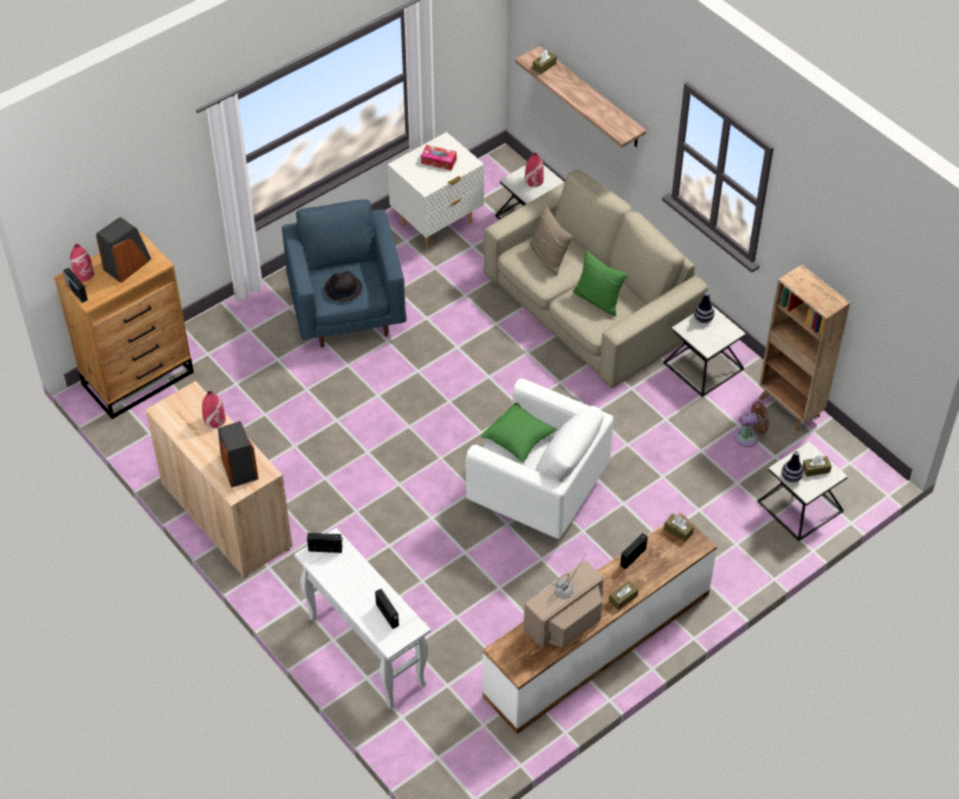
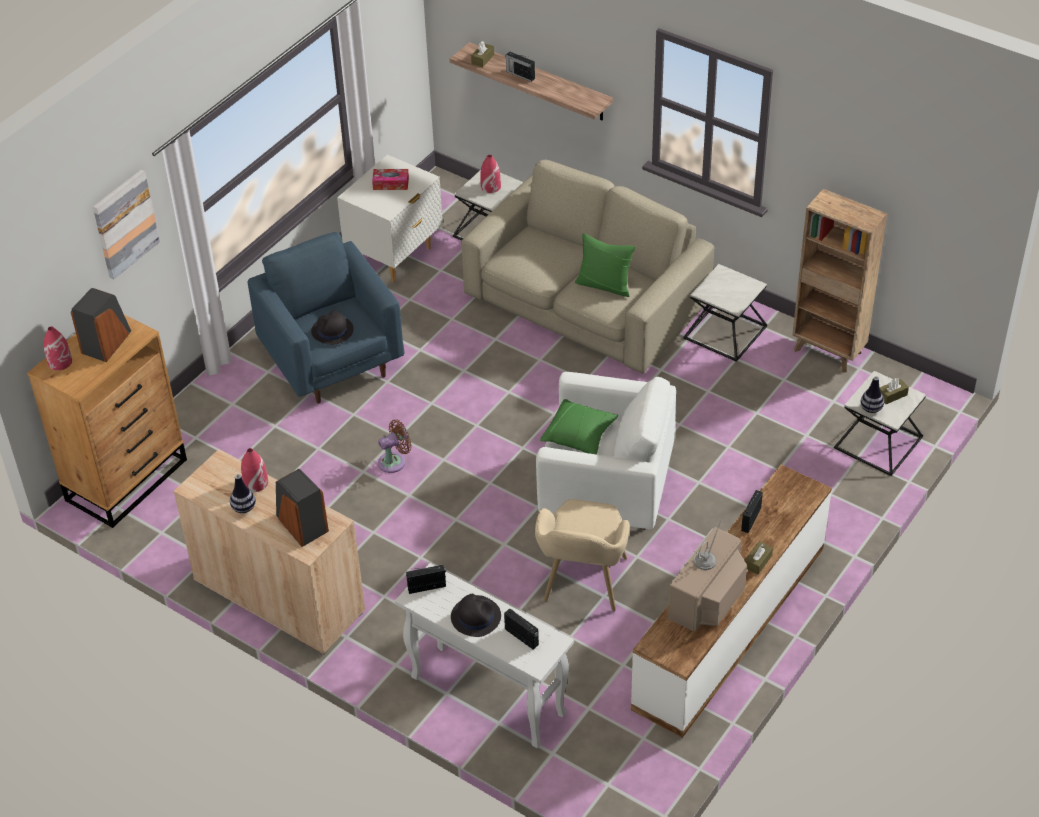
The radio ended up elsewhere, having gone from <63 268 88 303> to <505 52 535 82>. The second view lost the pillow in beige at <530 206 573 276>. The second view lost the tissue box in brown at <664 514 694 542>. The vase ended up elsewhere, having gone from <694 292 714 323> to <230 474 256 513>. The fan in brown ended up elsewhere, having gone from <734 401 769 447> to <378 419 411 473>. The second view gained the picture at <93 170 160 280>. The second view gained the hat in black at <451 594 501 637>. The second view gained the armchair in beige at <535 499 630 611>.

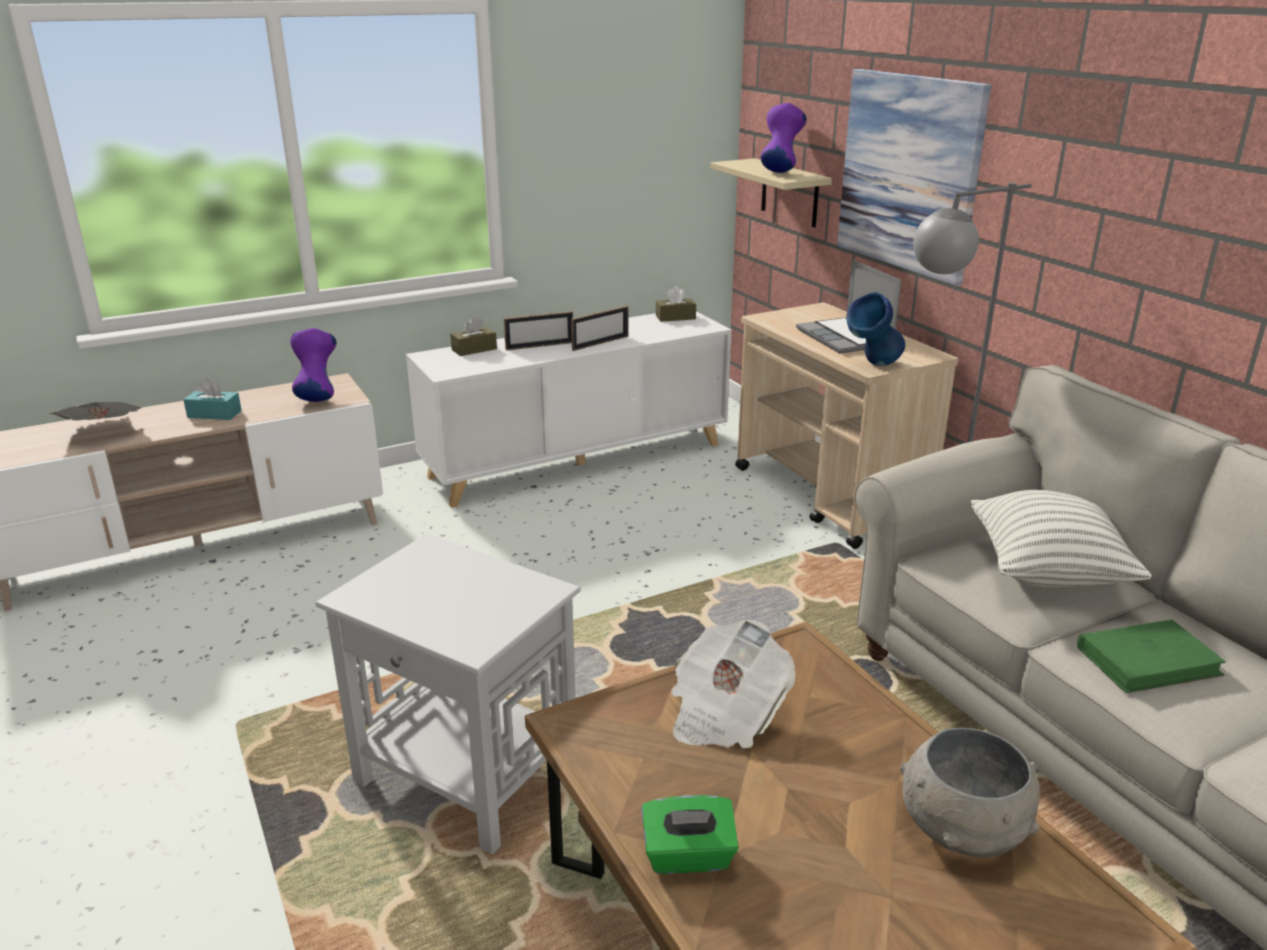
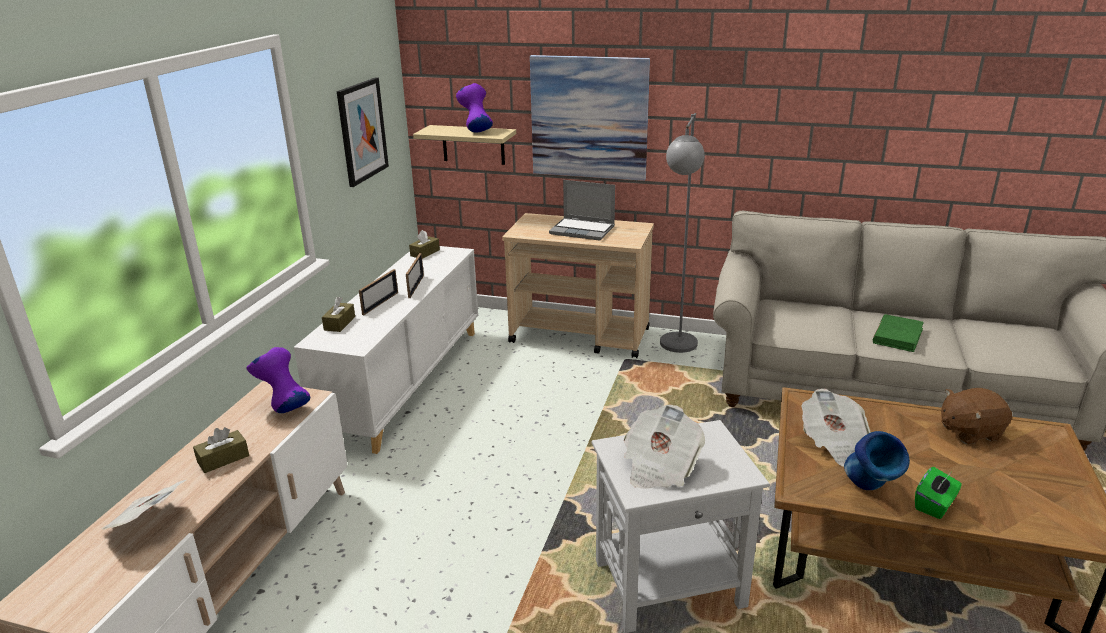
What was the tissue box in turquoise at <184 378 242 420> turned into the tissue box in brown at <193 427 249 473>. The vase in blue ended up elsewhere, having gone from <847 292 905 366> to <844 431 910 490>. Where the bowl in grey stood at <900 728 1040 857>, the plush toy in brown came to stand at <941 388 1012 445>. The second view lost the pillow at <970 490 1152 587>. The second view gained the picture at <337 78 389 187>. The second view gained the newspaper at <624 405 705 489>.

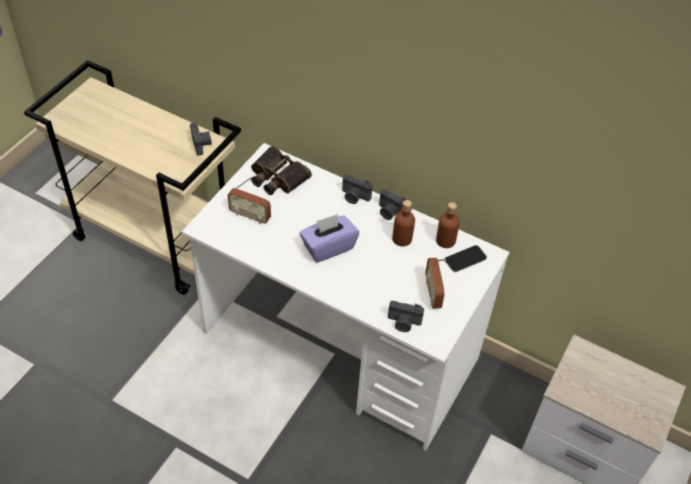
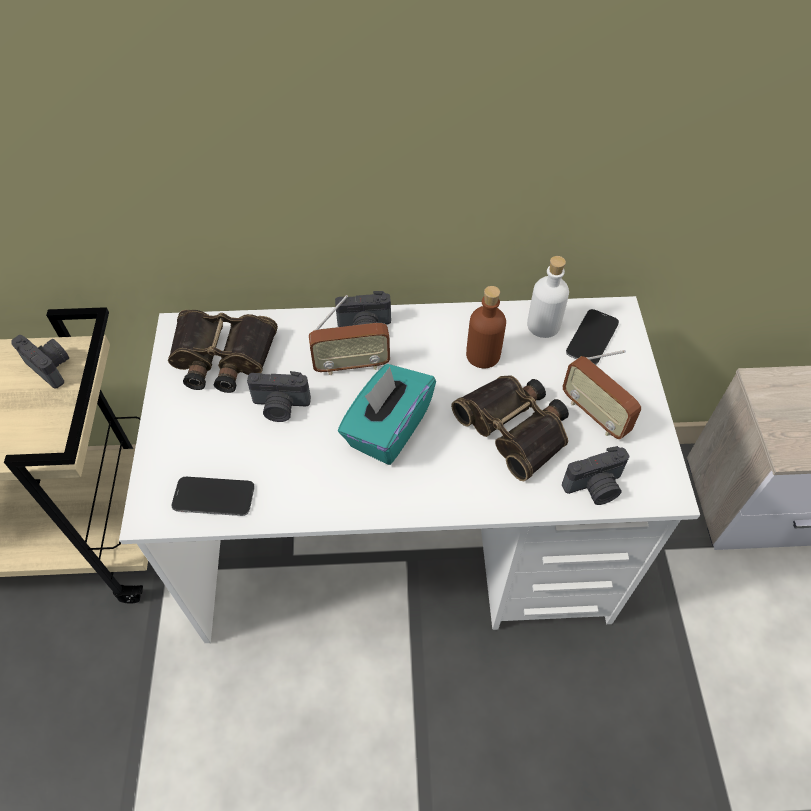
The radio ended up elsewhere, having gone from <228 177 271 224> to <309 295 390 375>. What was the tissue box in purple at <300 214 359 263> turned into the tissue box in turquoise at <338 364 436 465>. The photo camera ended up elsewhere, having gone from <379 189 407 220> to <247 371 311 422>. What was the bottle in brown at <436 202 460 248> turned into the bottle in white at <527 256 569 338>. The second view gained the phone at <172 477 255 516>. The second view gained the binoculars at <451 376 569 481>.

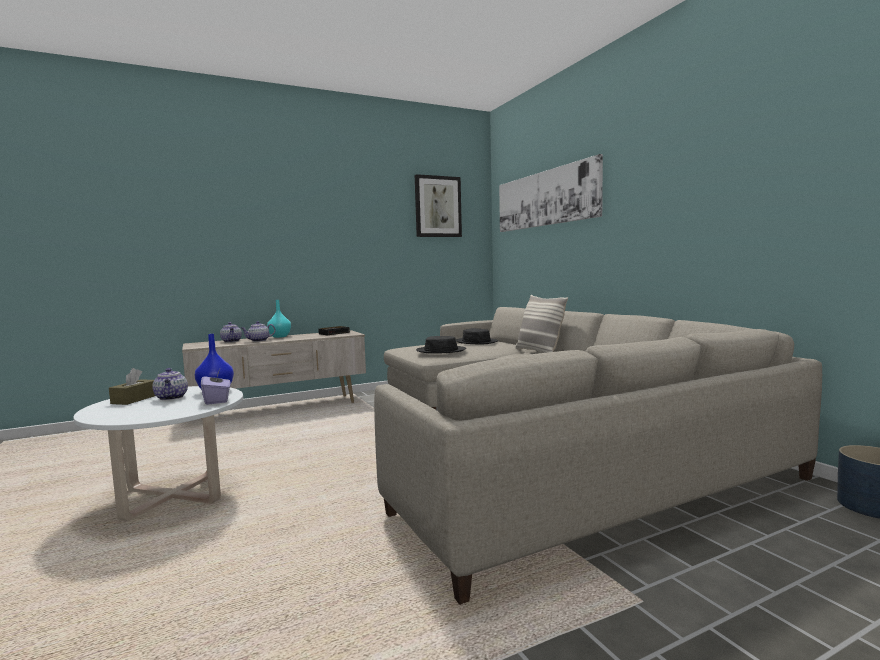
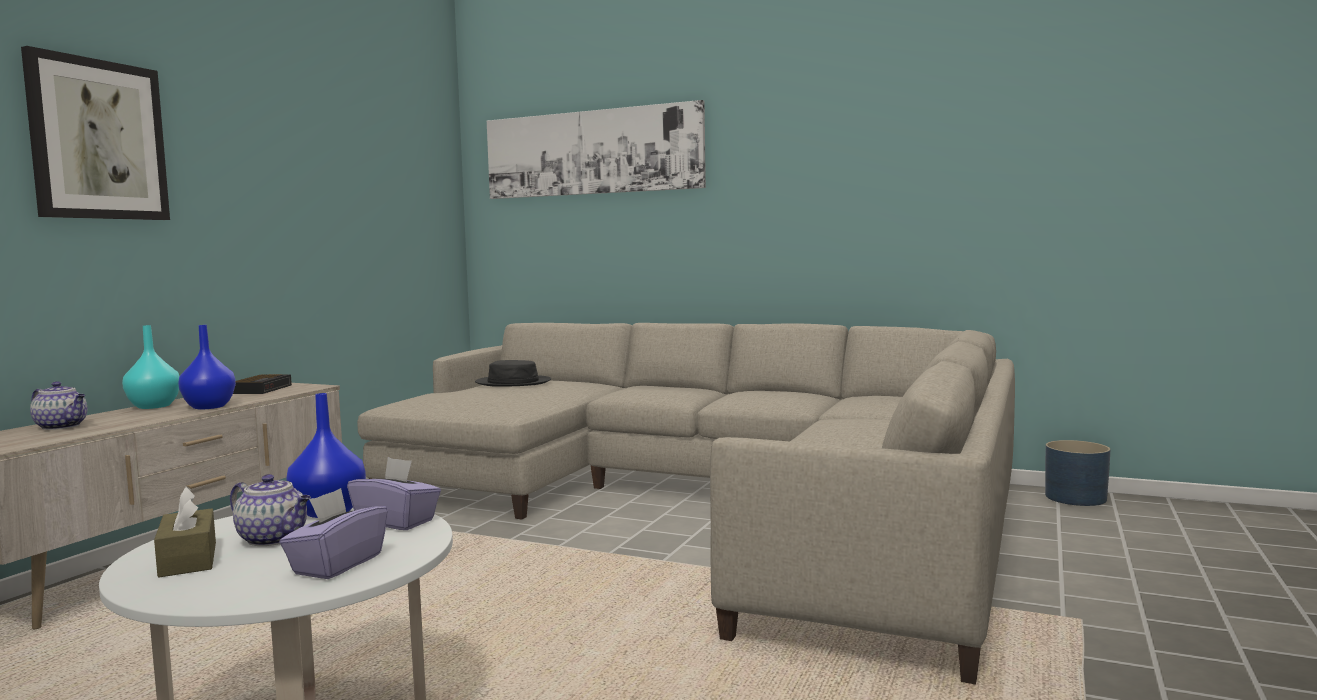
The second view lost the teapot at <241 321 275 342>. The picture ended up elsewhere, having gone from <415 174 462 237> to <21 46 170 220>. The second view lost the hat in black at <416 336 466 354>. The second view lost the pillow at <516 294 568 353>. The second view gained the vase in blue at <178 325 236 409>. The second view gained the tissue box in purple at <279 488 388 579>.

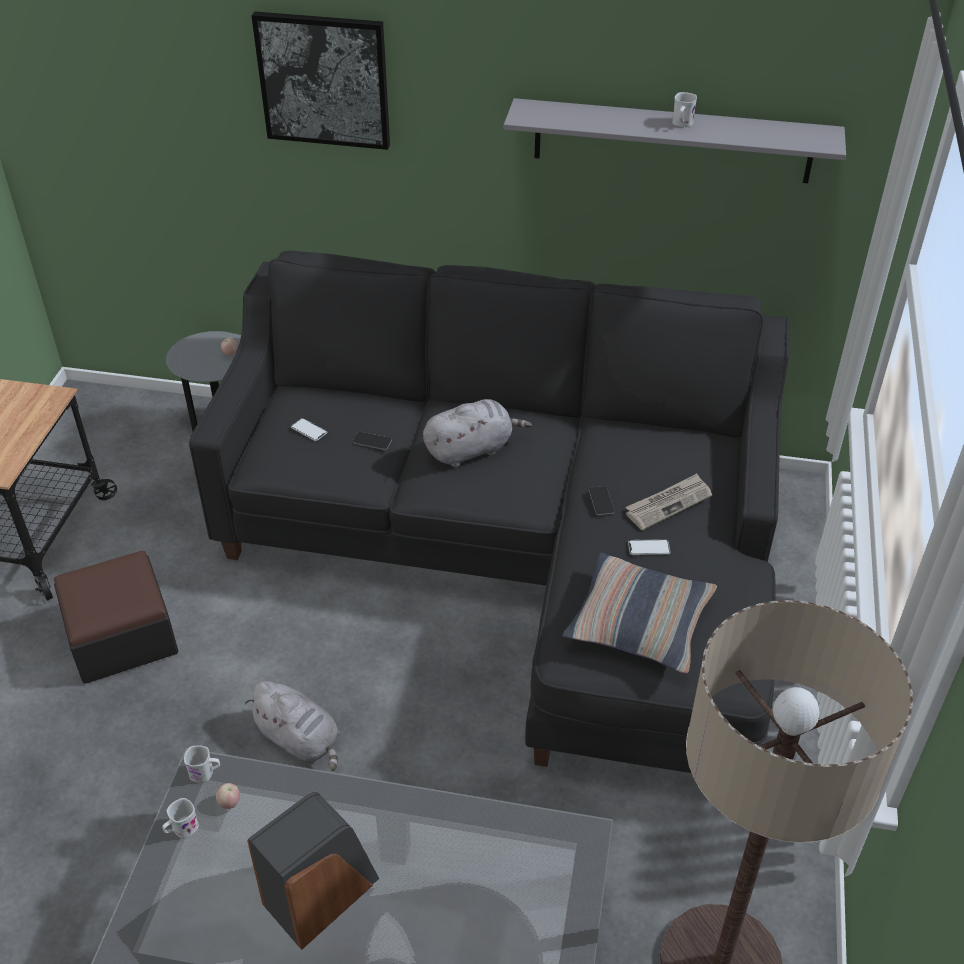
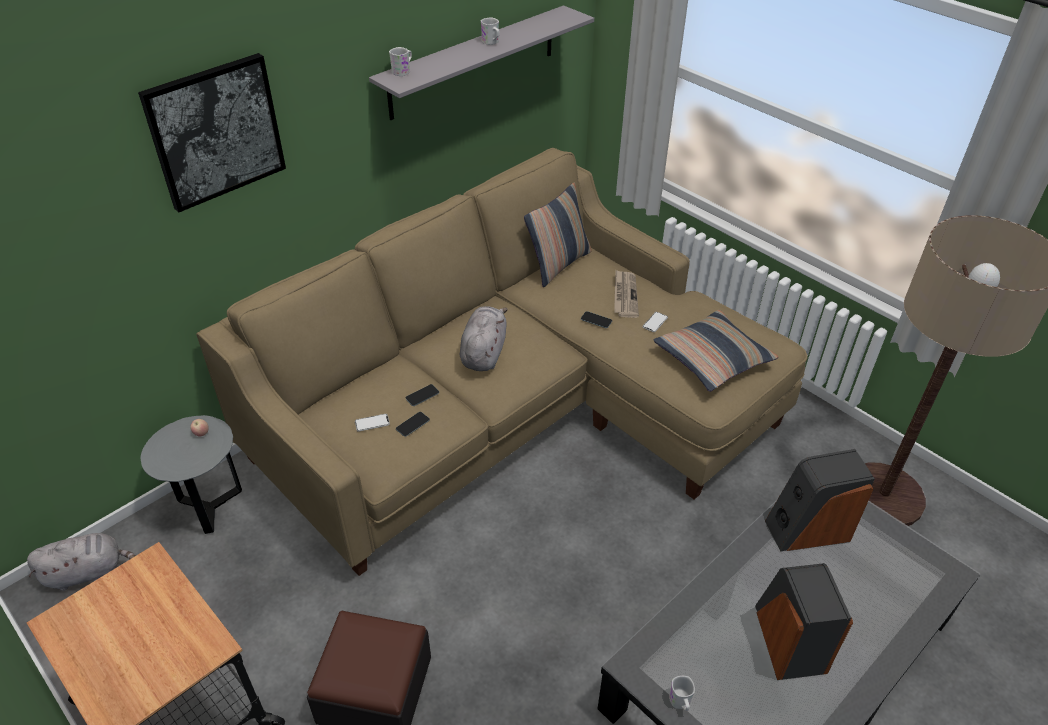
The mug in white ended up elsewhere, having gone from <184 745 220 783> to <389 47 412 76>. What was the sofa in black at <189 250 789 773> turned into the sofa in beige at <196 148 808 576>. The second view lost the apple at <216 783 240 809>. The plush toy in grey ended up elsewhere, having gone from <245 681 340 771> to <27 533 136 591>. The second view gained the phone at <396 412 430 437>. The second view gained the pillow at <524 182 592 287>. The second view gained the speaker at <765 449 875 551>.

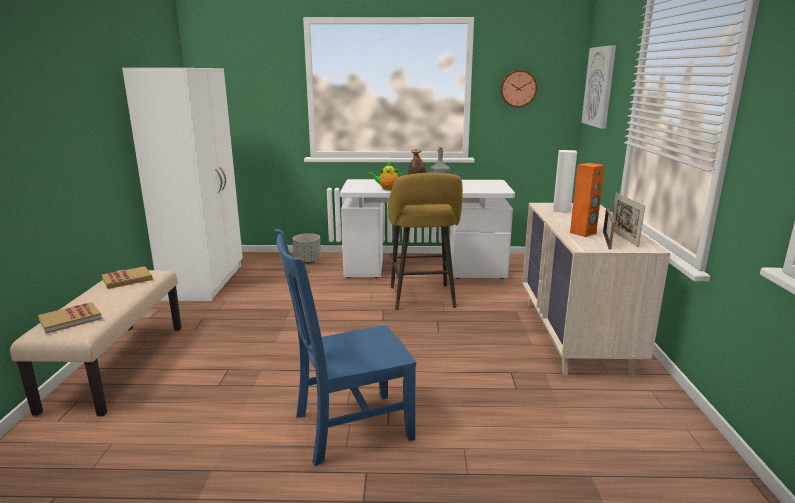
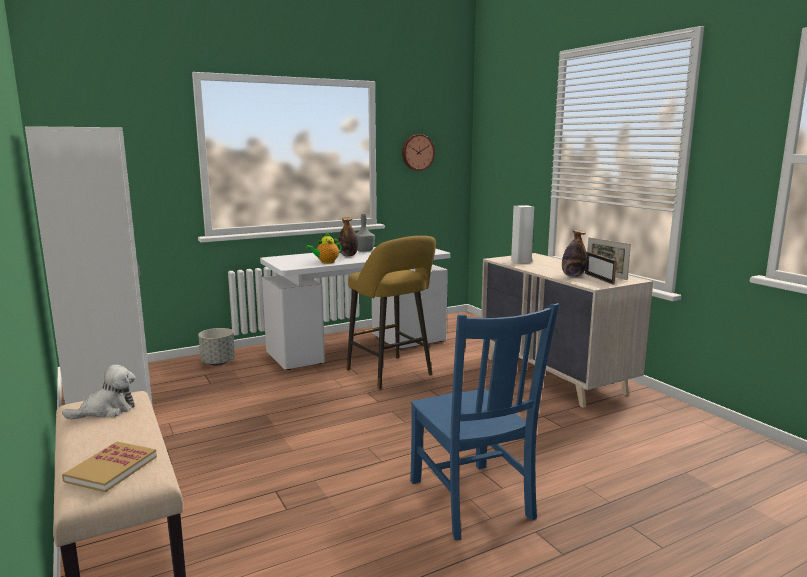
Where the book stood at <102 266 153 289>, the plush toy came to stand at <62 365 136 419>. The chair in blue at <274 229 416 466> ended up facing another way, 60 degrees counterclockwise from before. Where the speaker in orange stood at <570 163 605 237>, the bottle came to stand at <562 230 587 277>. The second view lost the picture at <581 45 616 129>.

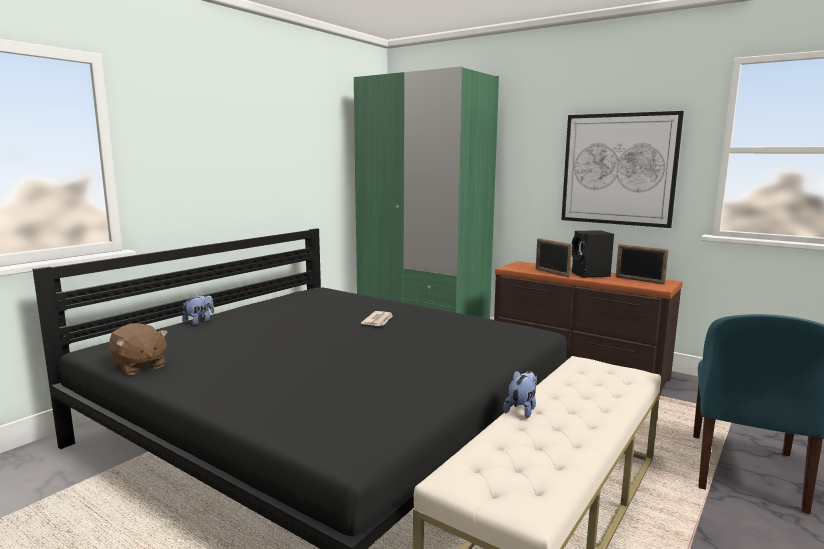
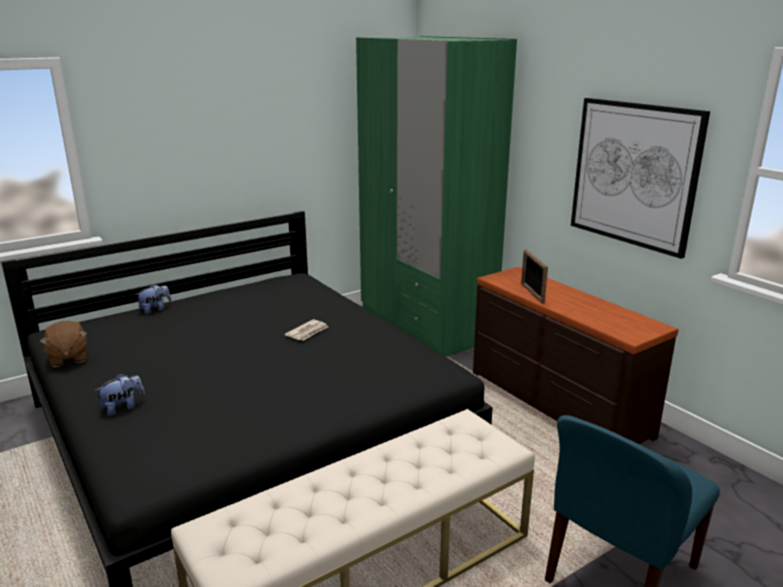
The plush toy ended up elsewhere, having gone from <504 371 537 418> to <95 373 145 416>. The second view lost the speaker in black at <572 230 614 278>. The second view lost the picture frame at <616 244 669 284>.

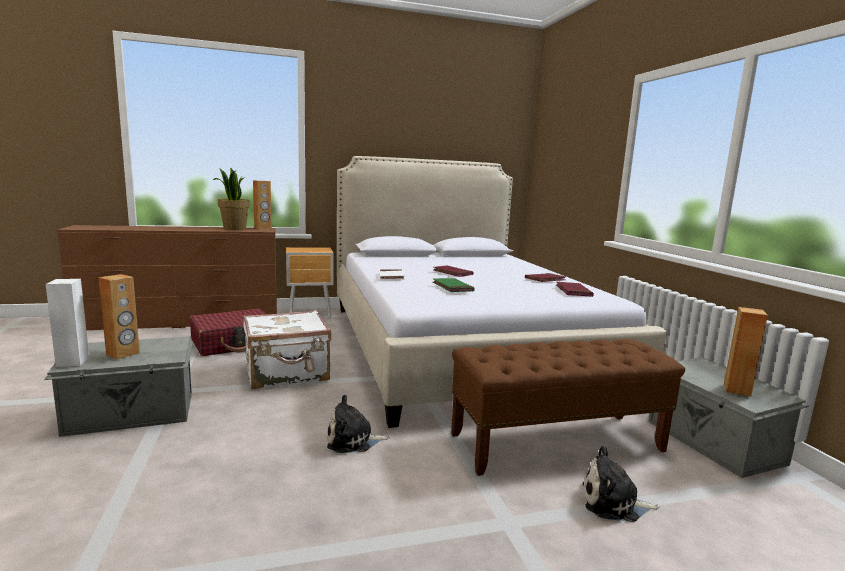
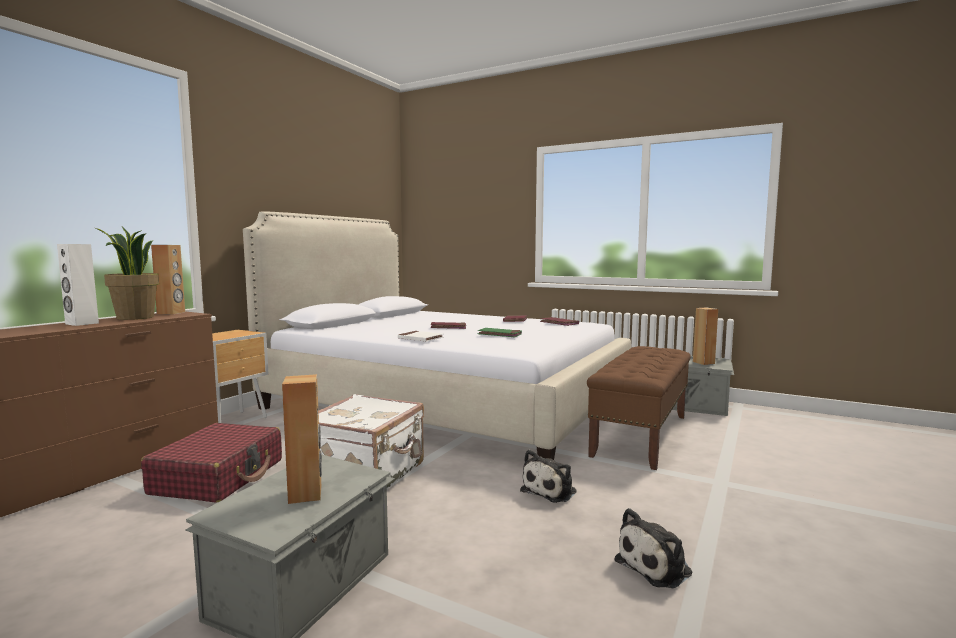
The speaker in white ended up elsewhere, having gone from <46 279 89 367> to <57 244 99 326>. The plush toy ended up elsewhere, having gone from <583 446 659 522> to <614 508 692 588>.

